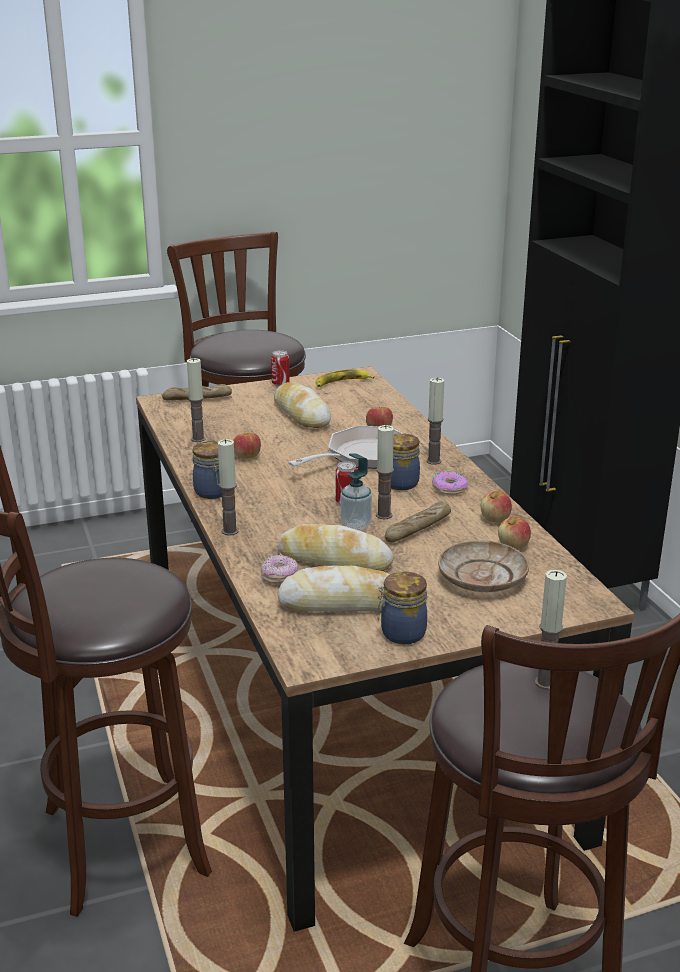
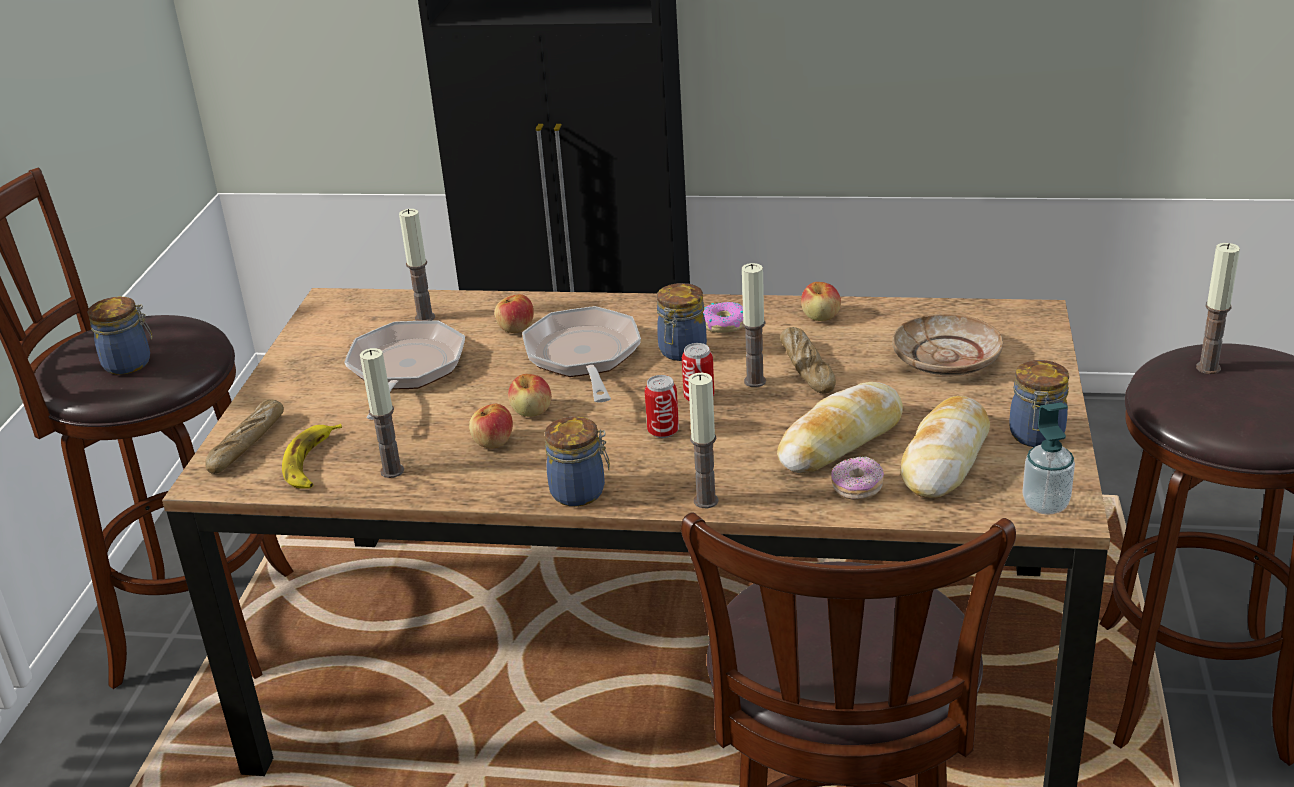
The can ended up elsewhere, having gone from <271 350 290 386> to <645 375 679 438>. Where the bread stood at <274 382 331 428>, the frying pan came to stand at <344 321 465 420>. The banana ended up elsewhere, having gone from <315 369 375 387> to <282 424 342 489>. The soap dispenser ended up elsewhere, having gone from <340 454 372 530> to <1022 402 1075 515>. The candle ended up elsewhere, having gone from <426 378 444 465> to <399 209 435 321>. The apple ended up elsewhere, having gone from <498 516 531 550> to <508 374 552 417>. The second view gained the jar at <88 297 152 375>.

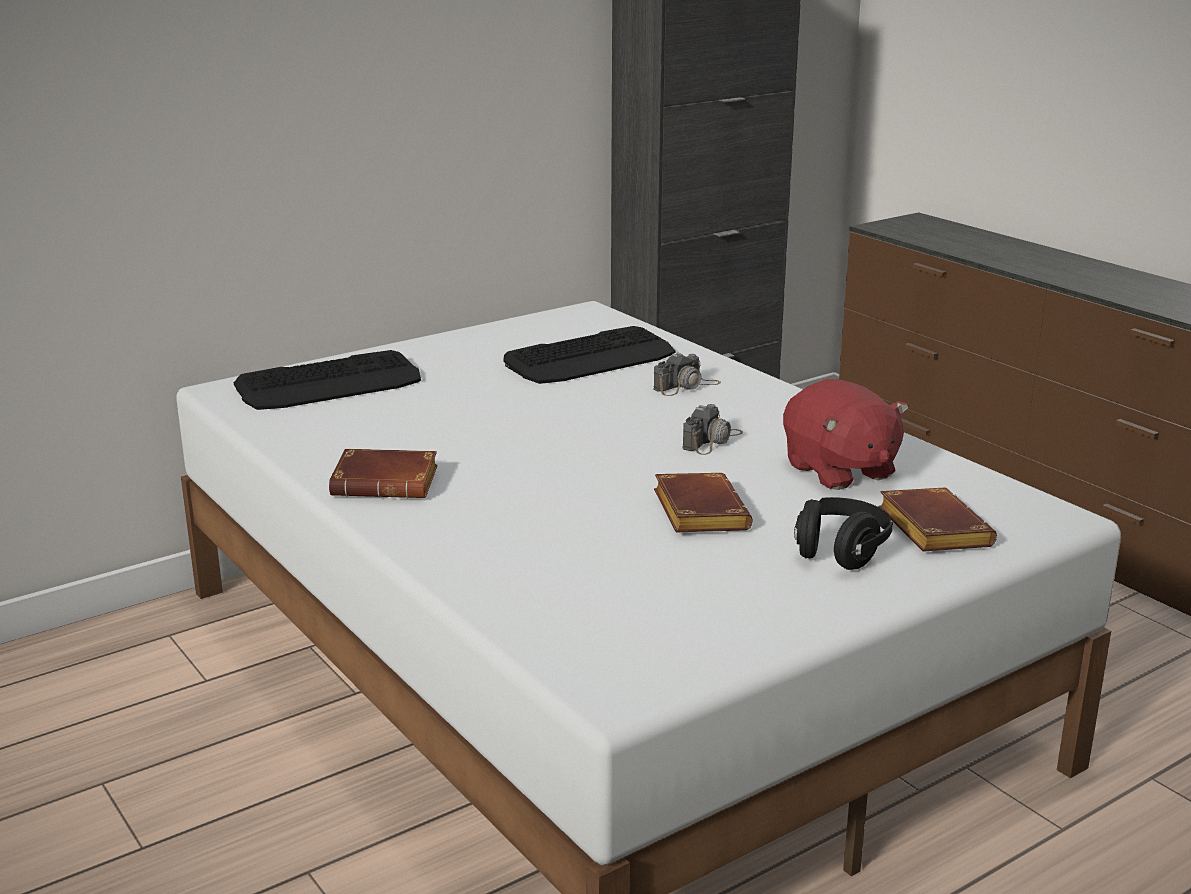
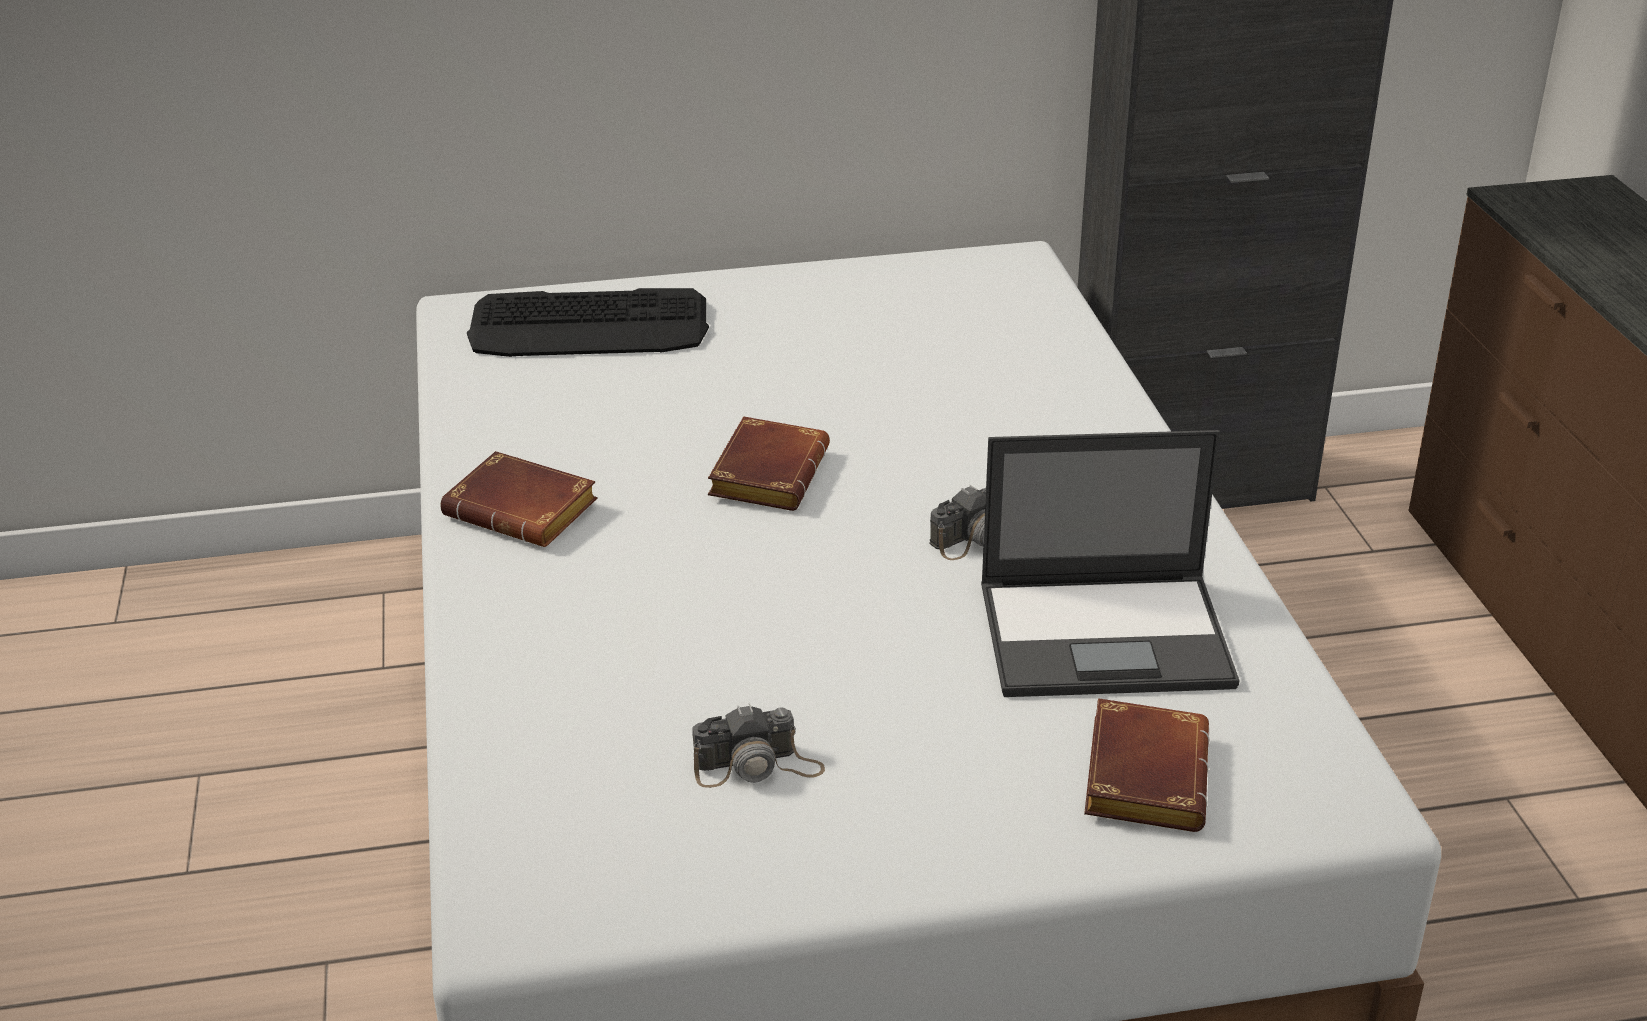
The second view lost the keyboard at <503 326 676 384>. The photo camera ended up elsewhere, having gone from <653 352 721 396> to <692 704 825 788>. The book in brown ended up elsewhere, having gone from <654 473 752 532> to <708 416 830 511>. Where the plush toy in red stood at <783 379 909 490>, the laptop came to stand at <981 430 1240 697>. The second view lost the headphones in black at <794 497 893 570>.

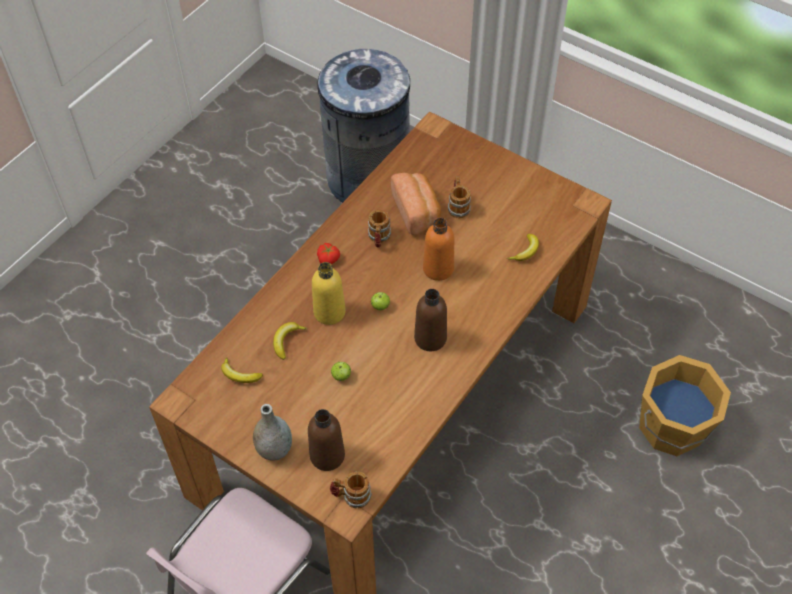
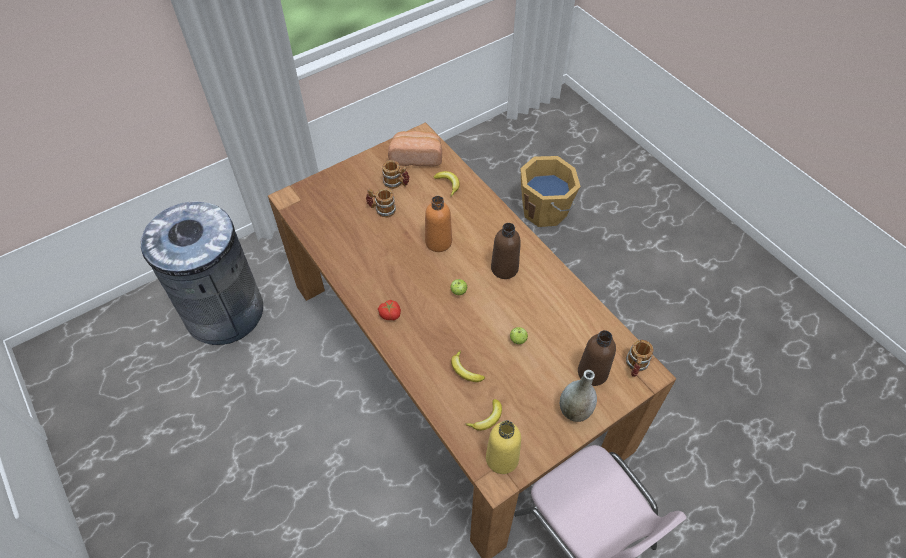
The bottle in yellow ended up elsewhere, having gone from <312 262 346 325> to <486 420 521 474>. The mug ended up elsewhere, having gone from <368 210 391 248> to <382 160 409 189>. The bread ended up elsewhere, having gone from <390 173 441 235> to <388 131 442 166>.

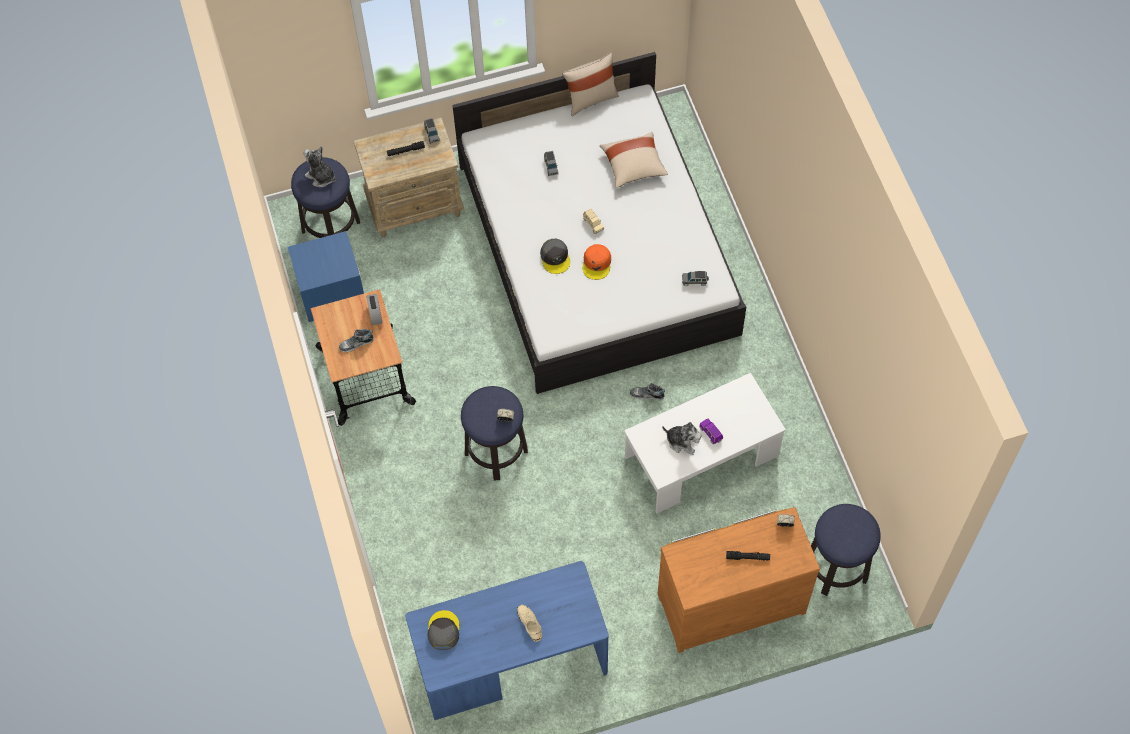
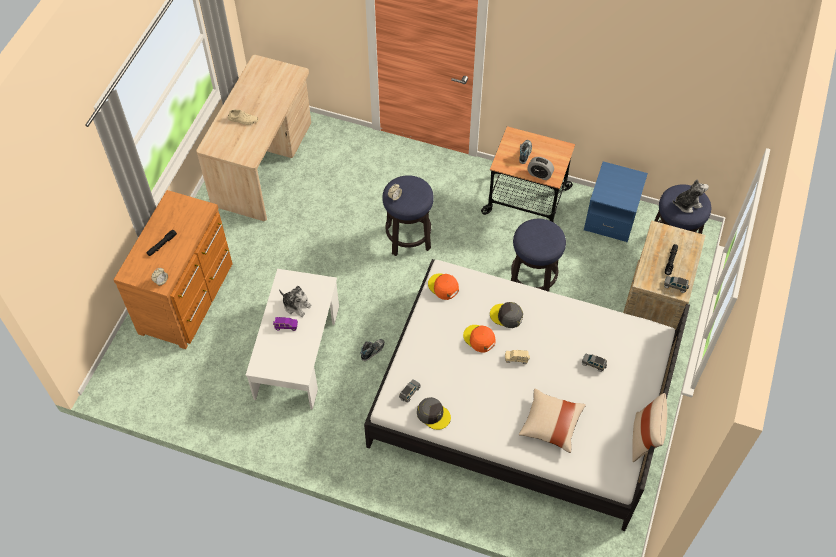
What was the desk in blue at <405 561 609 720> turned into the desk in beige at <196 55 311 221>. The cap in grey ended up elsewhere, having gone from <428 610 459 650> to <417 397 451 430>. The plush toy at <662 422 702 455> ended up facing another way, 120 degrees counterclockwise from before. The stool ended up elsewhere, having gone from <811 504 881 596> to <511 219 566 292>. The second view gained the cap in orange at <428 273 459 300>.

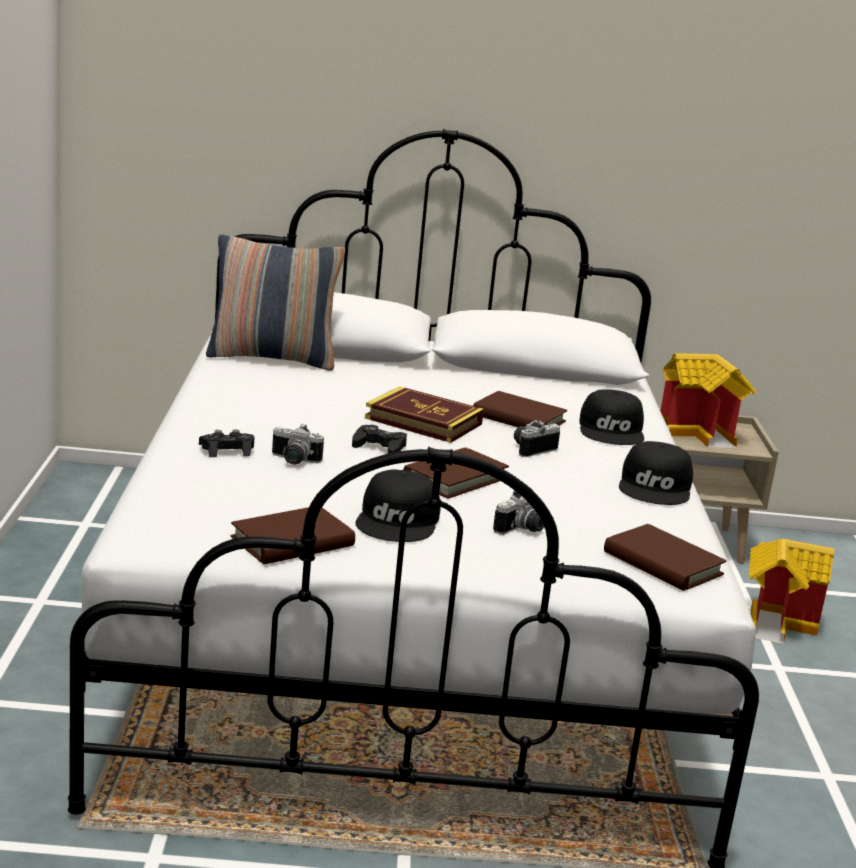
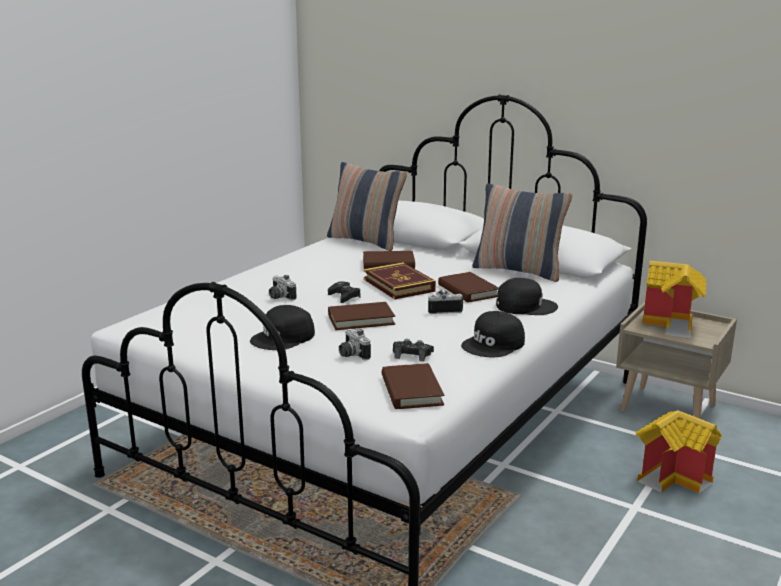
The game controller in black ended up elsewhere, having gone from <199 429 254 457> to <393 339 434 361>. The book in brown ended up elsewhere, having gone from <231 507 355 564> to <363 251 415 269>. The photo camera at <493 490 544 535> ended up facing another way, 75 degrees clockwise from before. The cap in black at <580 389 644 445> ended up facing another way, 120 degrees counterclockwise from before. The second view gained the pillow at <472 183 572 282>.

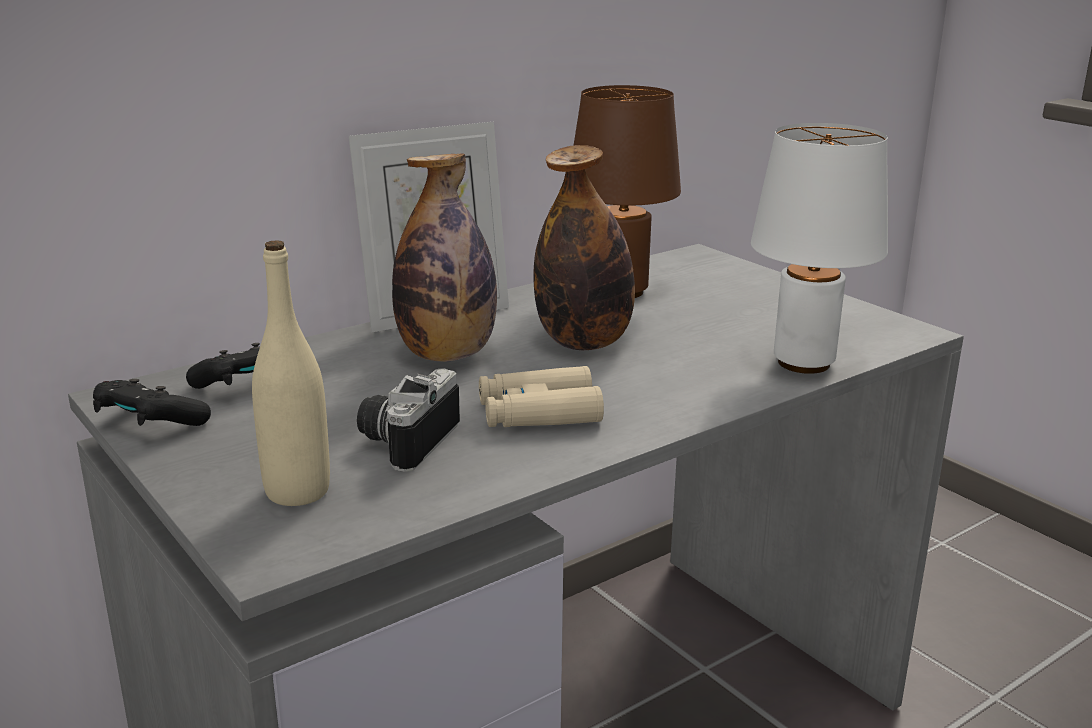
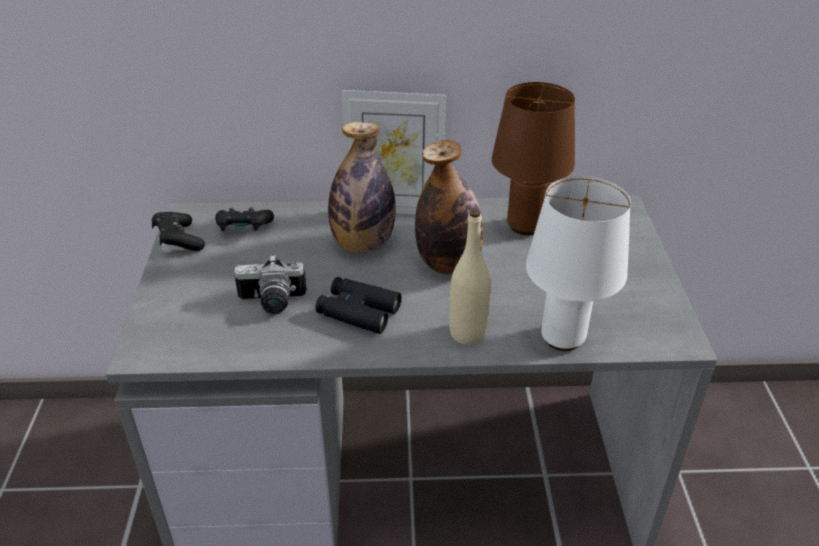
The bottle in beige ended up elsewhere, having gone from <252 240 330 506> to <449 209 491 345>. The photo camera at <357 368 460 472> ended up facing another way, 150 degrees counterclockwise from before. What was the binoculars in beige at <479 366 604 427> turned into the binoculars in black at <315 277 402 334>.

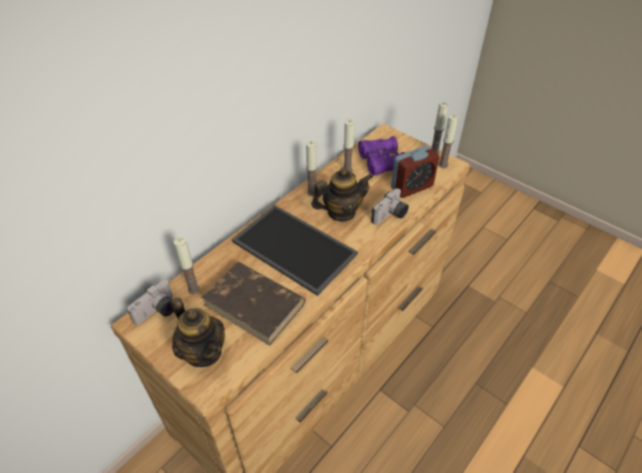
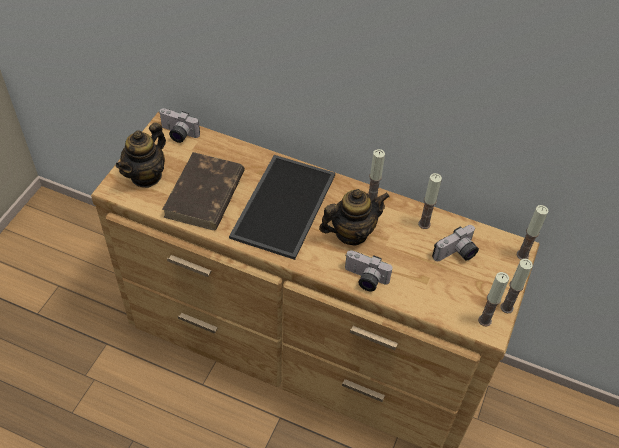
The candle ended up elsewhere, having gone from <173 237 200 294> to <517 205 548 260>. The teapot at <311 167 373 222> ended up facing another way, 75 degrees counterclockwise from before. Where the binoculars in purple stood at <358 136 405 176>, the photo camera came to stand at <432 225 479 261>. The second view lost the alarm clock at <391 145 439 198>.

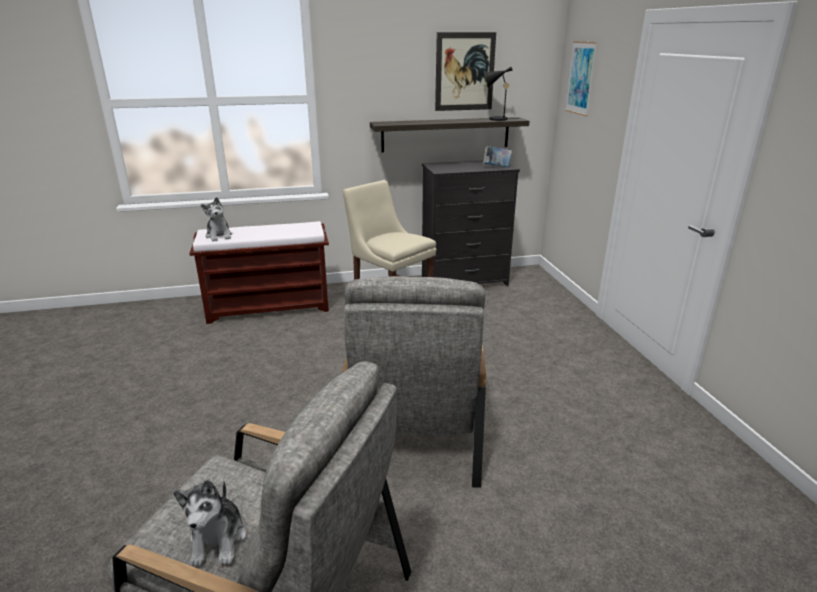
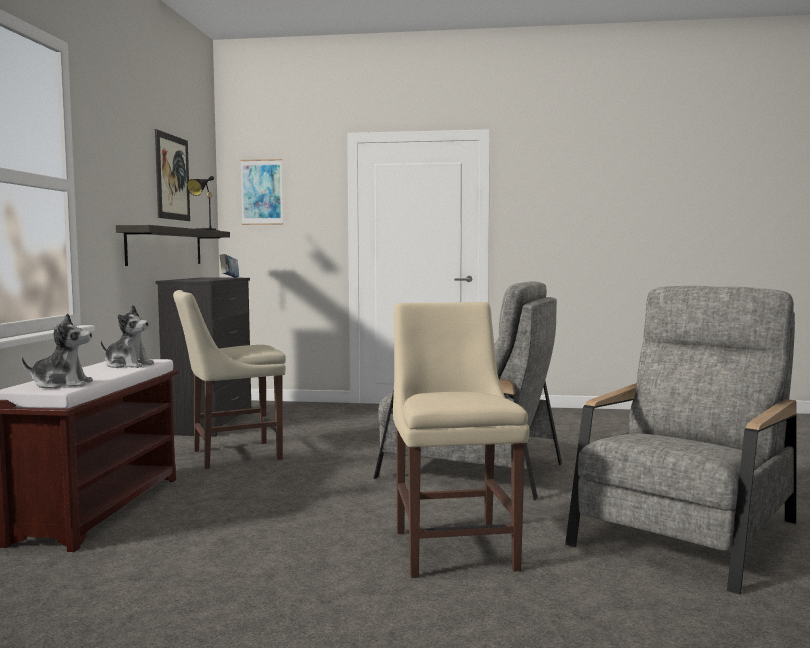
The plush toy ended up elsewhere, having gone from <173 480 247 567> to <100 305 154 368>. The second view gained the chair in beige at <393 302 530 578>.

